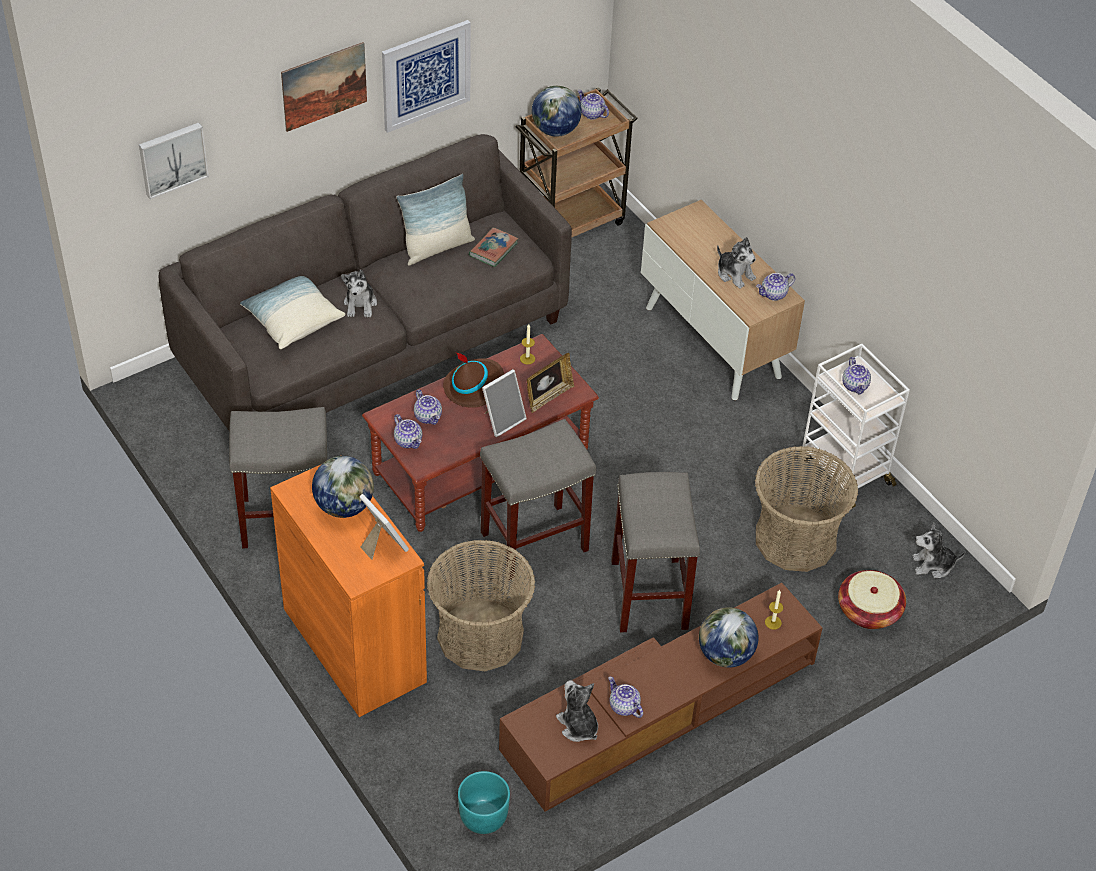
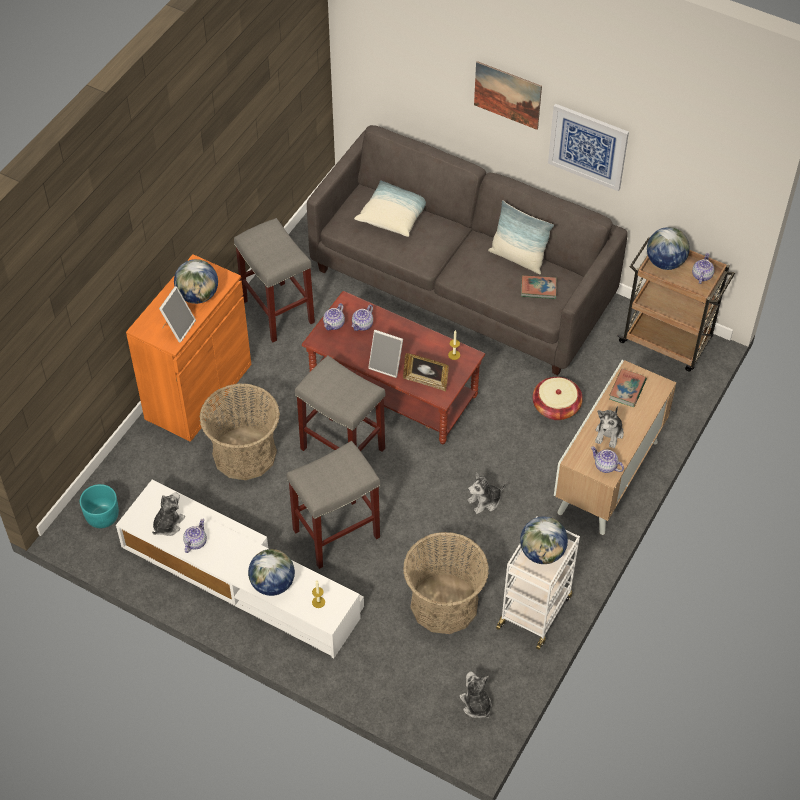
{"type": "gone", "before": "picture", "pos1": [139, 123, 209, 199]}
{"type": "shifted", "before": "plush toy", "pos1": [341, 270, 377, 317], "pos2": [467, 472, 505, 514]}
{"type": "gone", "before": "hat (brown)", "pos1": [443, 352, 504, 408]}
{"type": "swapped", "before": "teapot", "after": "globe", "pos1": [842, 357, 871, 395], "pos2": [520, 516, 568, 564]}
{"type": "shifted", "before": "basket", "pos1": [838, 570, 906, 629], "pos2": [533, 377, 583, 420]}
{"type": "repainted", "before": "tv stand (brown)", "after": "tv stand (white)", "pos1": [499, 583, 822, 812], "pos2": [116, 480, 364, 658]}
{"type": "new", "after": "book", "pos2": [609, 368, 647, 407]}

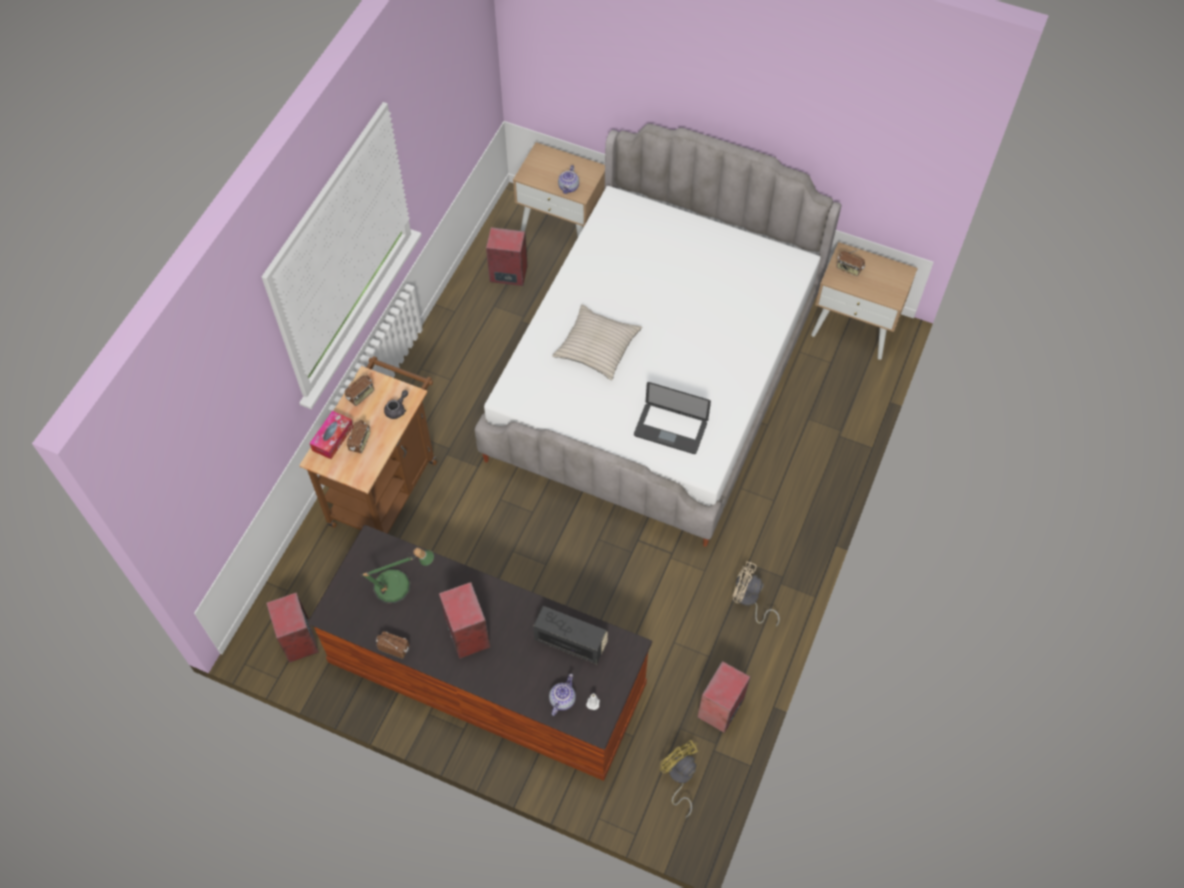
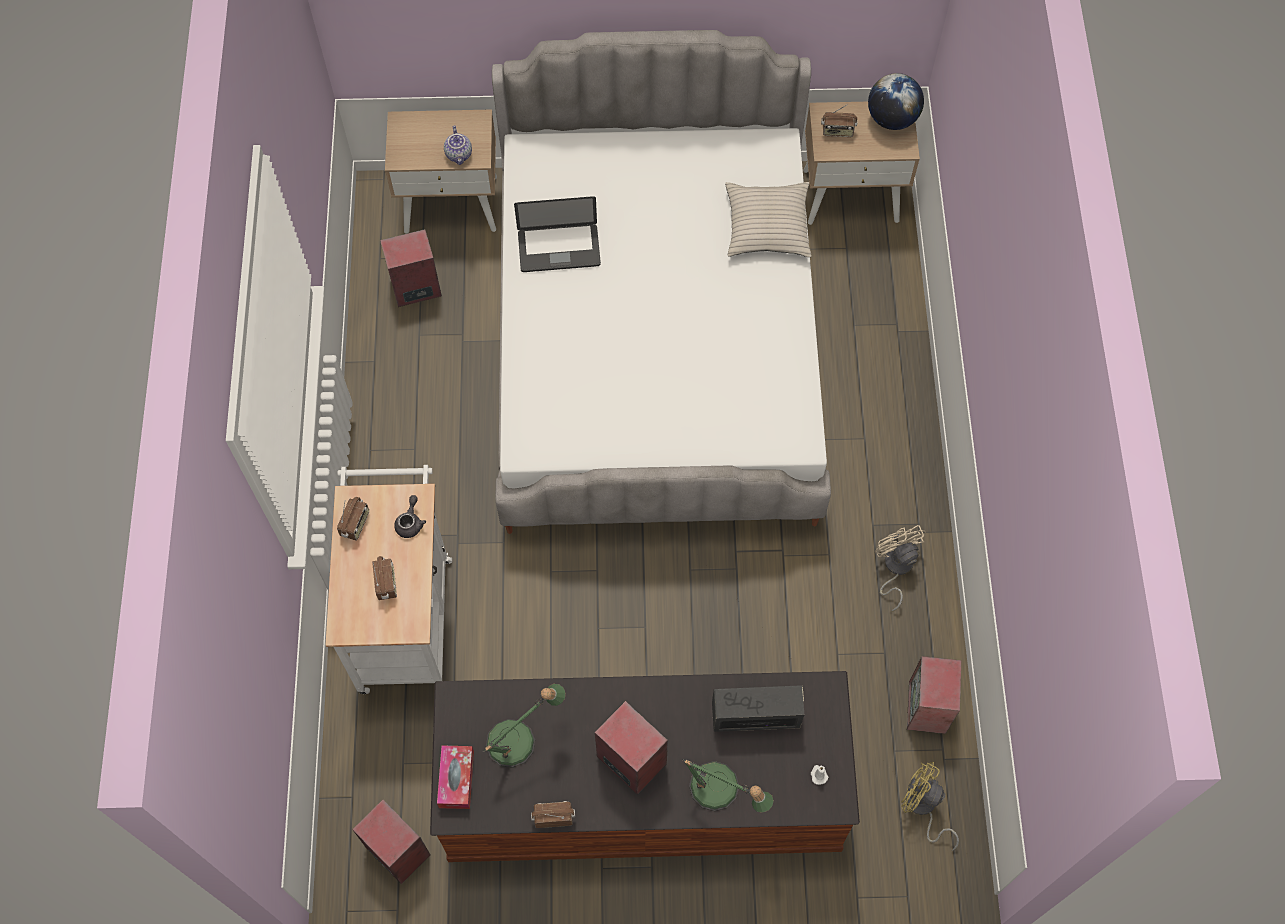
{"type": "shifted", "before": "pillow (beige)", "pos1": [552, 304, 642, 380], "pos2": [725, 182, 811, 257]}
{"type": "repainted", "before": "cart (brown)", "after": "cart (white)", "pos1": [299, 356, 437, 534], "pos2": [325, 465, 452, 694]}
{"type": "shifted", "before": "laptop", "pos1": [634, 382, 711, 454], "pos2": [514, 196, 601, 272]}
{"type": "shifted", "before": "tissue box", "pos1": [309, 411, 353, 459], "pos2": [437, 745, 474, 809]}
{"type": "rotated", "before": "fan (beige)", "pos1": [732, 561, 780, 627], "pos2": [875, 525, 926, 611], "turn": 75}
{"type": "gone", "before": "teapot", "pos1": [549, 674, 576, 716]}
{"type": "new", "after": "globe", "pos2": [868, 73, 924, 130]}
{"type": "new", "after": "table lamp", "pos2": [682, 759, 774, 813]}

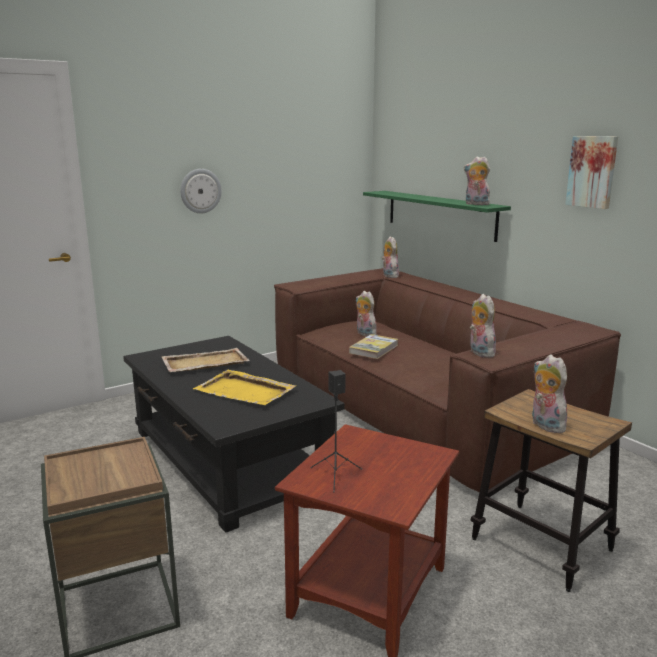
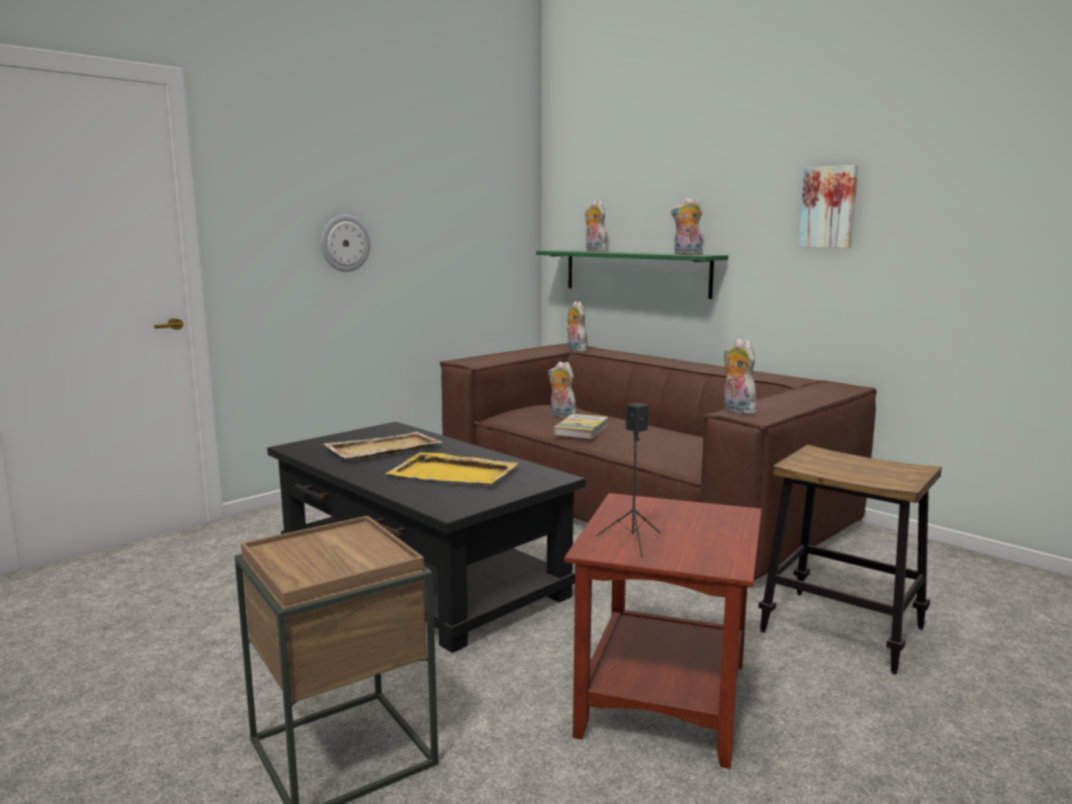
{"type": "shifted", "before": "plush toy", "pos1": [532, 354, 571, 433], "pos2": [585, 200, 608, 252]}

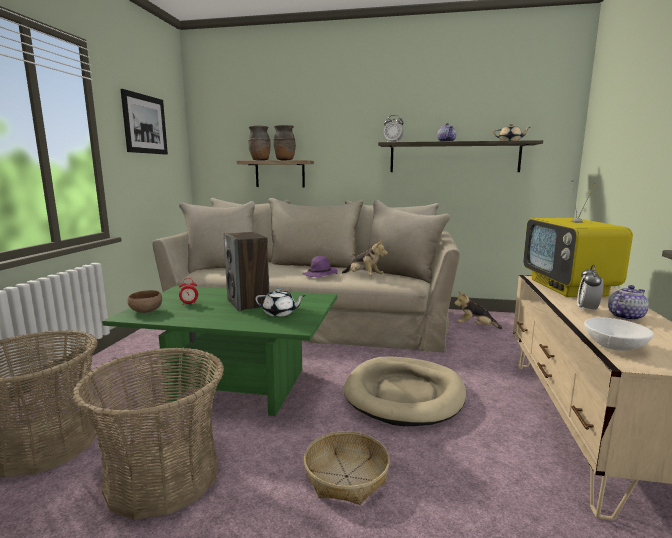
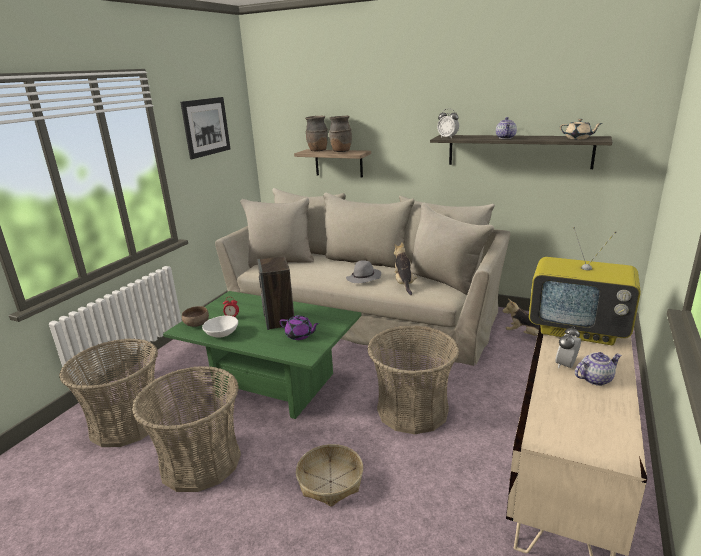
{"type": "rotated", "before": "television", "pos1": [523, 180, 633, 297], "pos2": [529, 227, 641, 345], "turn": -75}
{"type": "rotated", "before": "plush toy", "pos1": [342, 239, 388, 276], "pos2": [394, 242, 418, 295], "turn": -150}
{"type": "repainted", "before": "hat (purple)", "after": "hat (grey)", "pos1": [302, 256, 338, 277], "pos2": [346, 260, 381, 283]}
{"type": "repainted", "before": "teapot (white)", "after": "teapot (purple)", "pos1": [255, 288, 306, 317], "pos2": [280, 315, 320, 340]}
{"type": "shifted", "before": "bowl (white)", "pos1": [584, 317, 654, 351], "pos2": [202, 316, 238, 338]}
{"type": "swapped", "before": "dog bed (beige)", "after": "basket", "pos1": [344, 356, 466, 426], "pos2": [368, 325, 459, 434]}

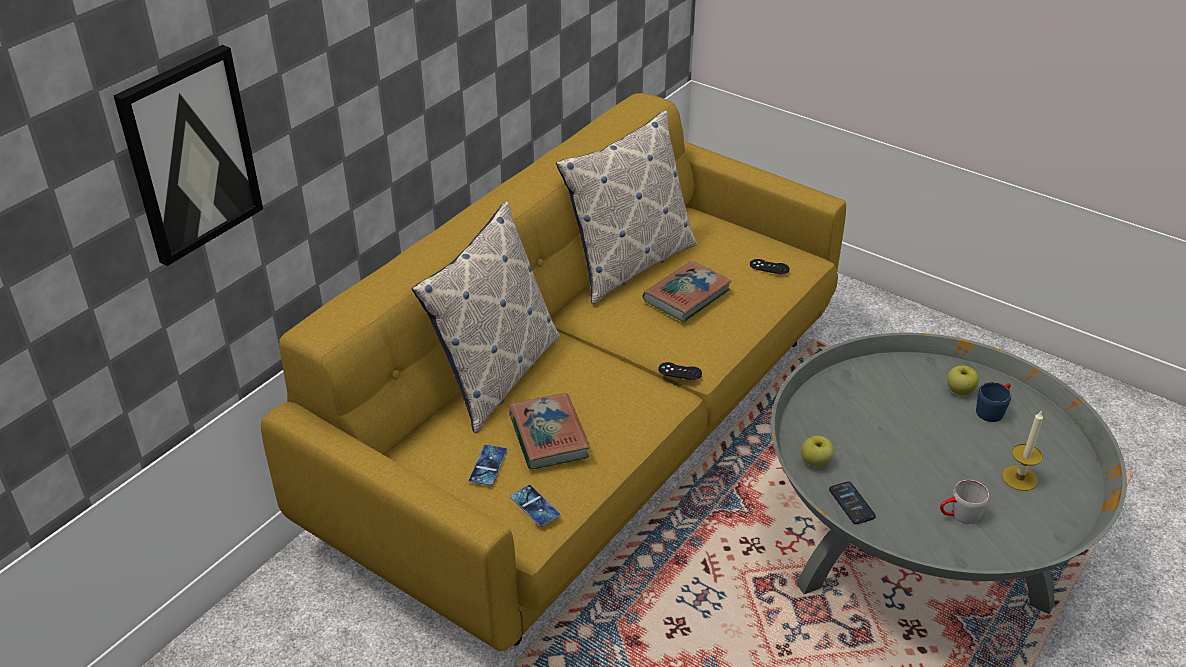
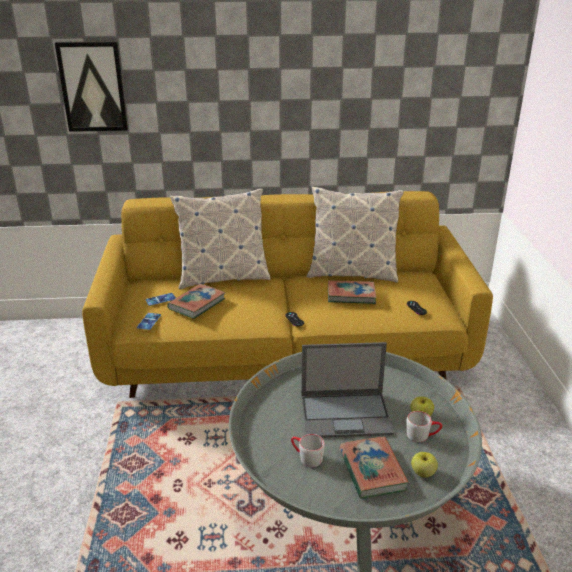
{"type": "repainted", "before": "mug (blue)", "after": "mug (grey)", "pos1": [976, 382, 1011, 422], "pos2": [407, 411, 442, 442]}
{"type": "swapped", "before": "candle", "after": "book", "pos1": [1002, 411, 1043, 491], "pos2": [340, 436, 409, 499]}
{"type": "shifted", "before": "apple", "pos1": [801, 436, 834, 467], "pos2": [411, 452, 438, 477]}
{"type": "gone", "before": "phone", "pos1": [829, 482, 876, 524]}
{"type": "new", "after": "laptop", "pos2": [301, 342, 394, 438]}

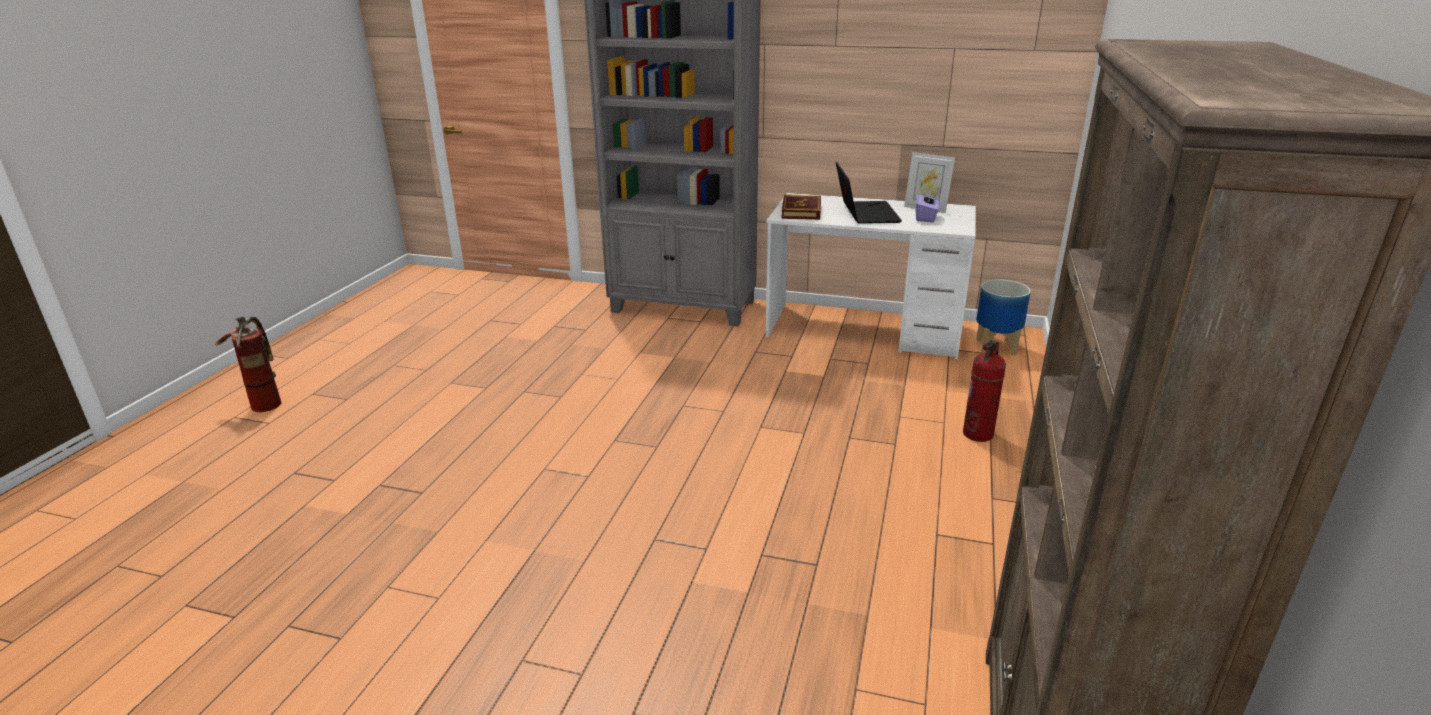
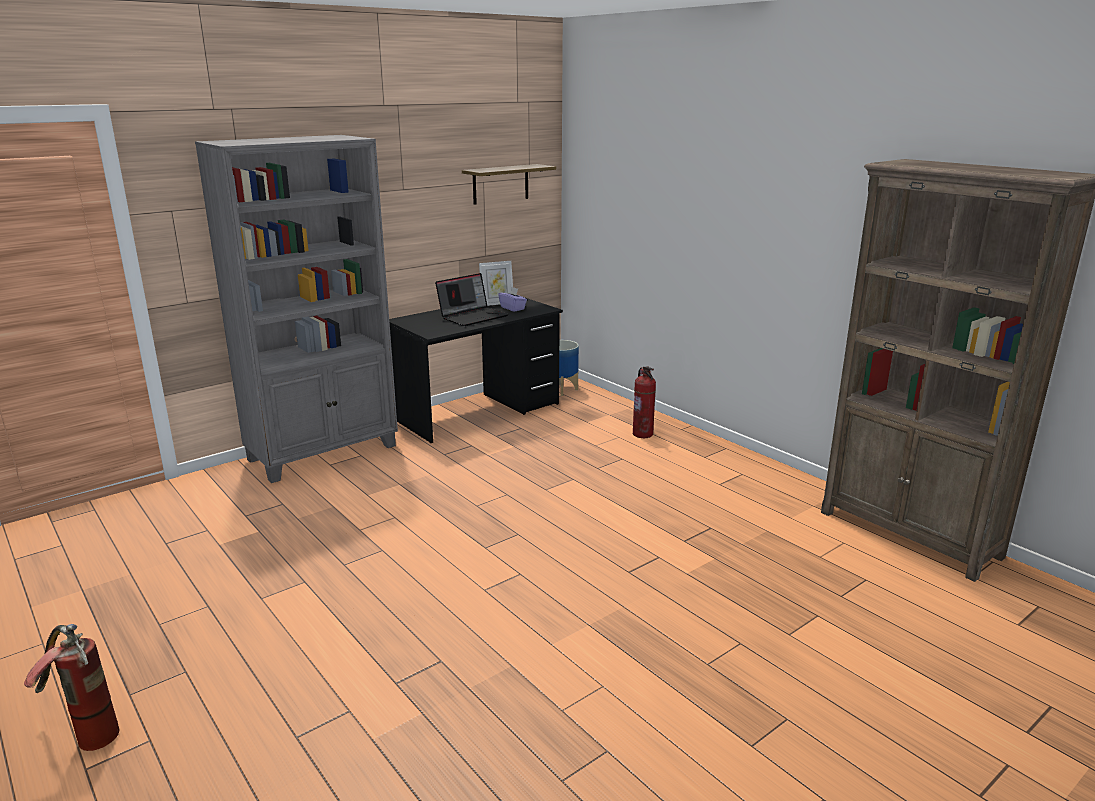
{"type": "rotated", "before": "laptop", "pos1": [835, 161, 902, 224], "pos2": [435, 273, 509, 326], "turn": 105}
{"type": "repainted", "before": "desk (white)", "after": "desk (black)", "pos1": [765, 193, 976, 360], "pos2": [389, 297, 563, 444]}
{"type": "gone", "before": "book", "pos1": [781, 194, 821, 220]}
{"type": "new", "after": "shelf", "pos2": [462, 164, 556, 205]}

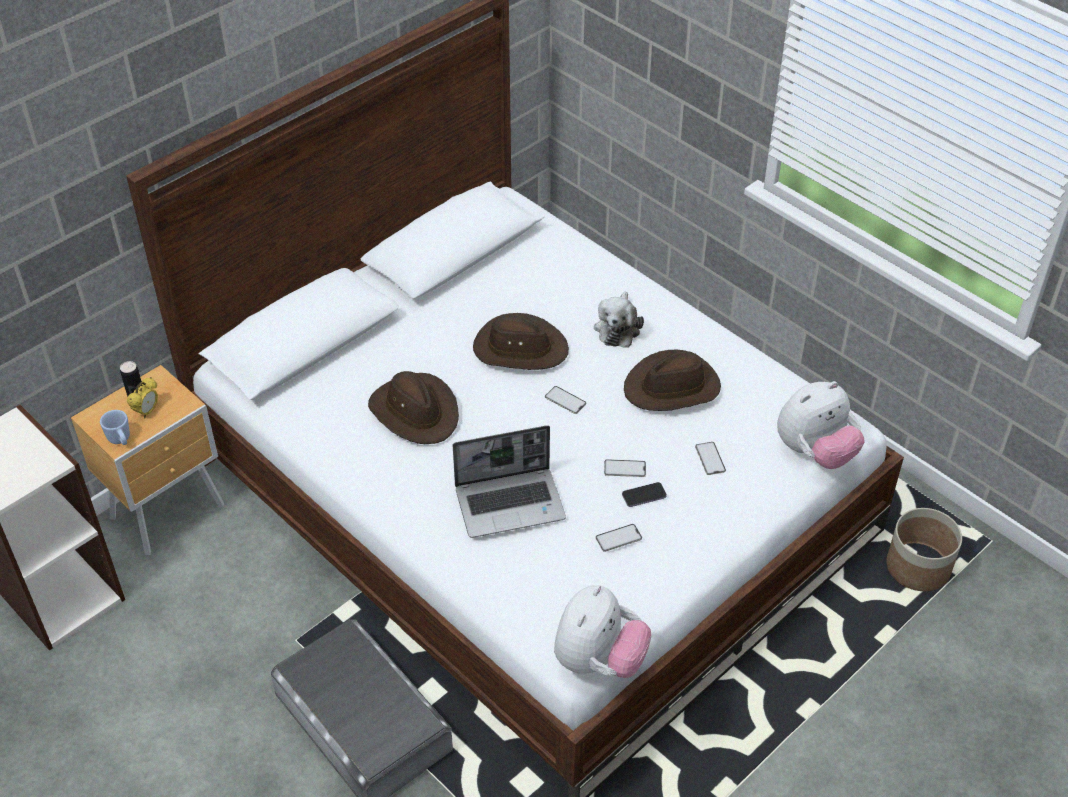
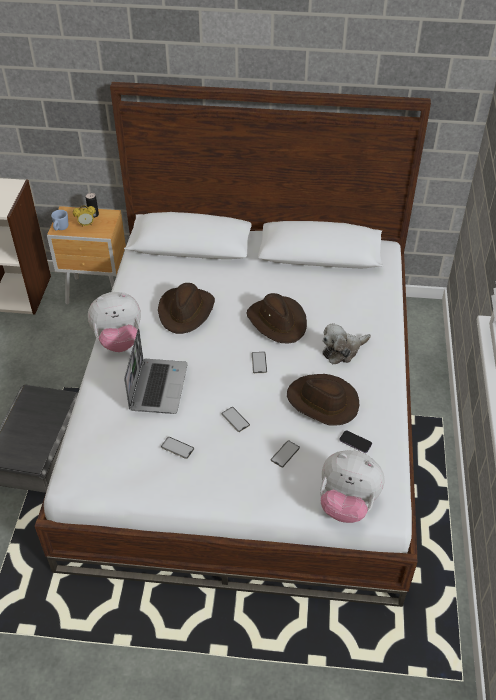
{"type": "rotated", "before": "laptop", "pos1": [453, 425, 566, 538], "pos2": [124, 328, 188, 414], "turn": -120}
{"type": "shifted", "before": "phone", "pos1": [622, 482, 667, 507], "pos2": [339, 430, 372, 453]}
{"type": "gone", "before": "planter", "pos1": [887, 508, 962, 591]}
{"type": "shifted", "before": "plush toy", "pos1": [554, 585, 652, 678], "pos2": [88, 292, 141, 352]}

